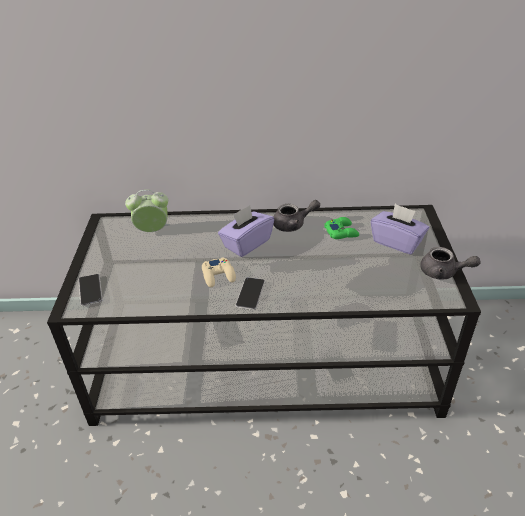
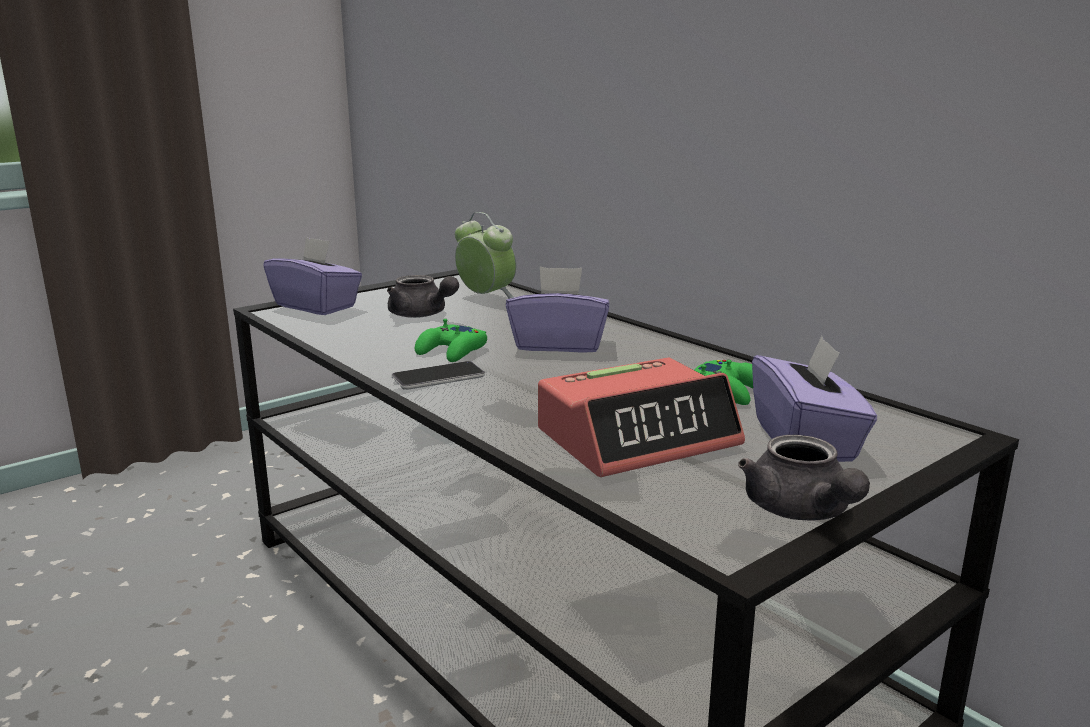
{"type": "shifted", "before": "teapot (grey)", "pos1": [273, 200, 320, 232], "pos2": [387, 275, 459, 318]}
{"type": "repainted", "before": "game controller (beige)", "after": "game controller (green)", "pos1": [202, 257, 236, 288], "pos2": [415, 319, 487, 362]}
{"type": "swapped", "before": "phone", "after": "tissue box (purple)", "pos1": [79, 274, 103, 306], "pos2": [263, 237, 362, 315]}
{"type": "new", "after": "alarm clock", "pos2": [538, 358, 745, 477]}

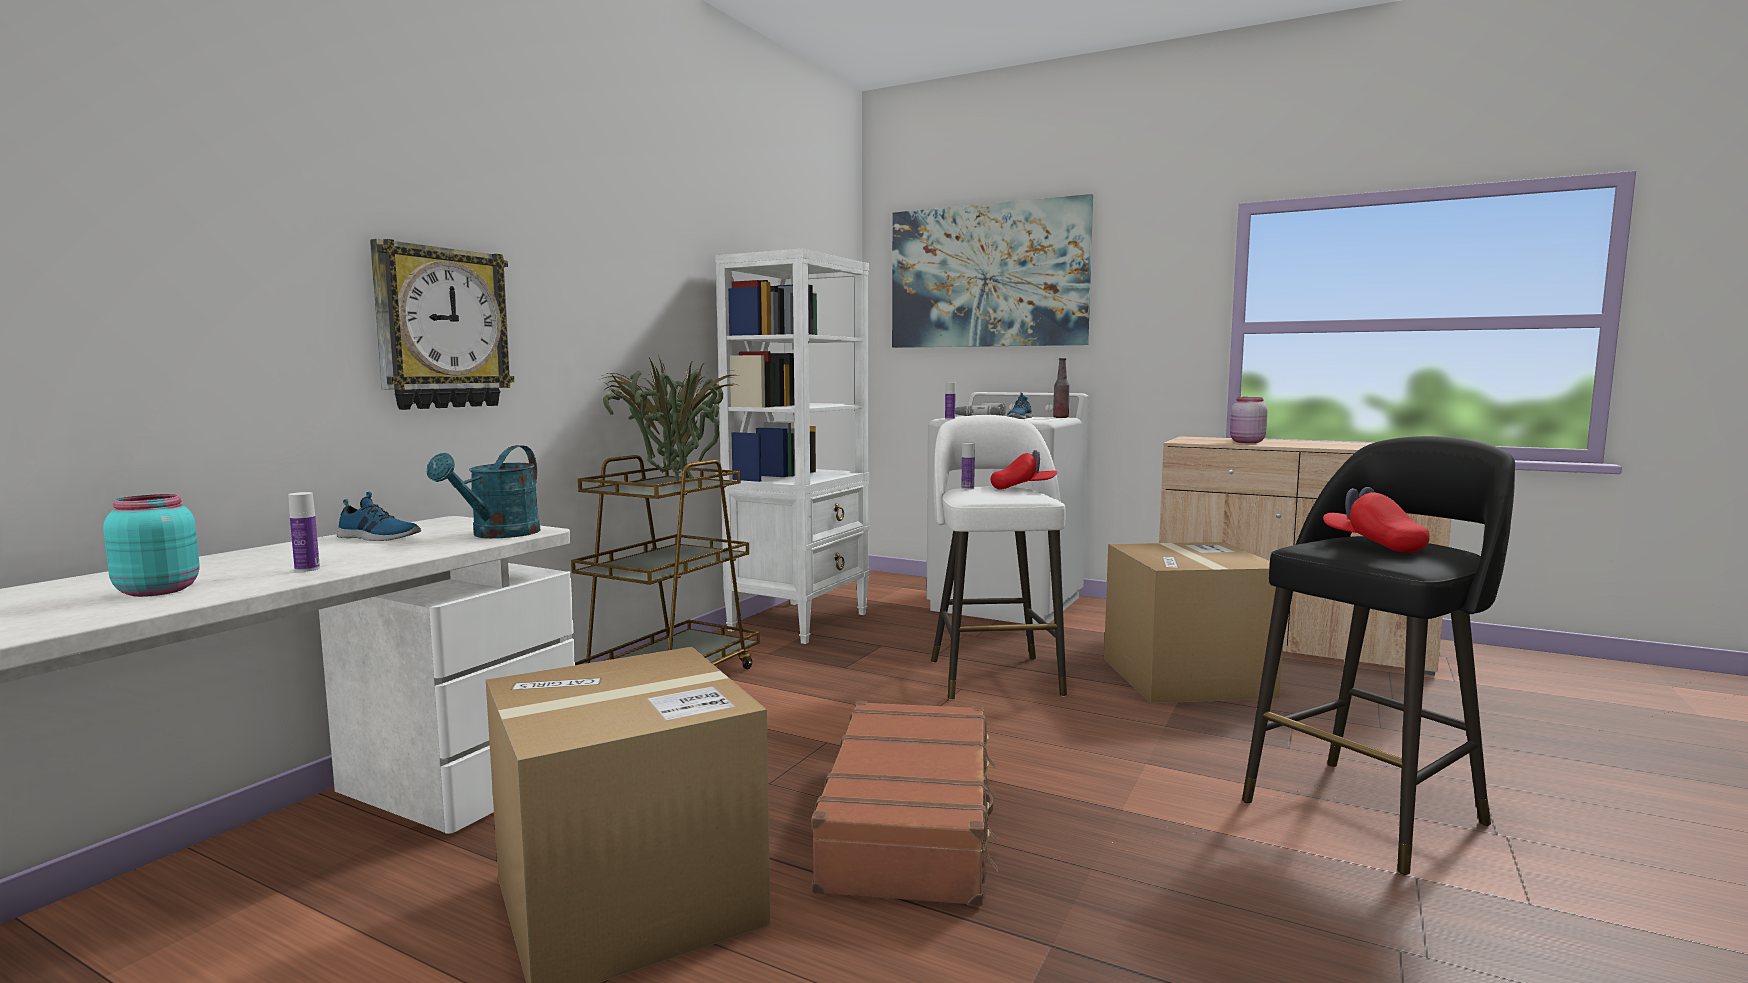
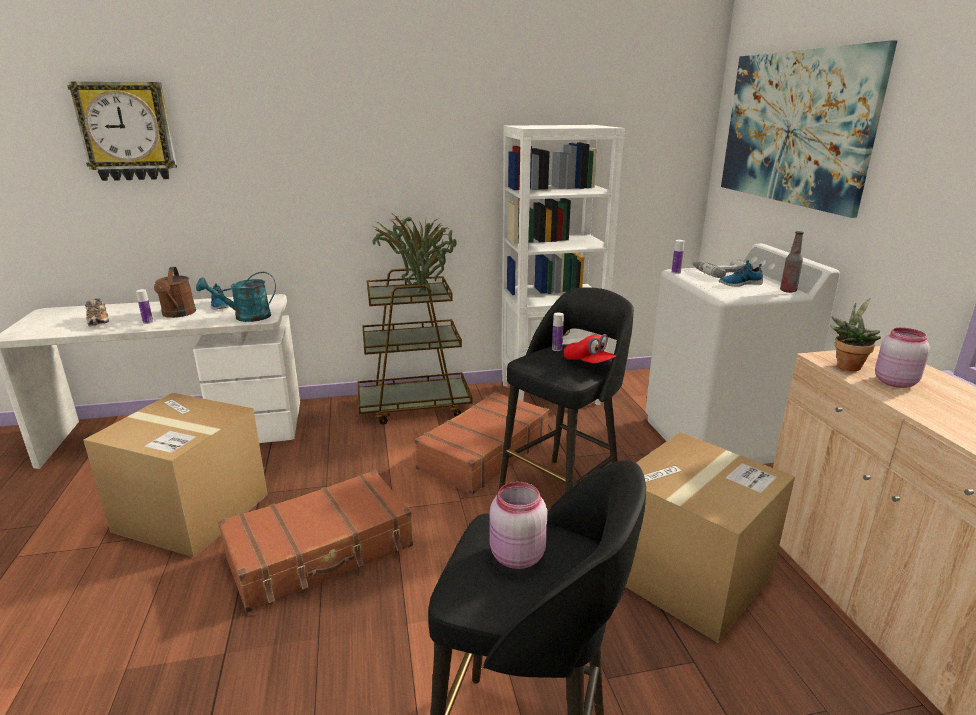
{"type": "shifted", "before": "wall clock", "pos1": [370, 239, 514, 410], "pos2": [67, 82, 177, 181]}
{"type": "repainted", "before": "stool (white)", "after": "stool (black)", "pos1": [931, 415, 1067, 700], "pos2": [498, 287, 634, 493]}
{"type": "swapped", "before": "cap (red)", "after": "jar (pink)", "pos1": [1323, 487, 1430, 553], "pos2": [490, 482, 547, 569]}
{"type": "swapped", "before": "jar (turquoise)", "after": "shoe", "pos1": [103, 494, 200, 597], "pos2": [85, 298, 109, 327]}
{"type": "new", "after": "watering can (brown)", "pos2": [154, 267, 196, 318]}
{"type": "new", "after": "potted plant", "pos2": [830, 298, 881, 371]}
{"type": "new", "after": "suitcase (brown)", "pos2": [415, 391, 549, 495]}

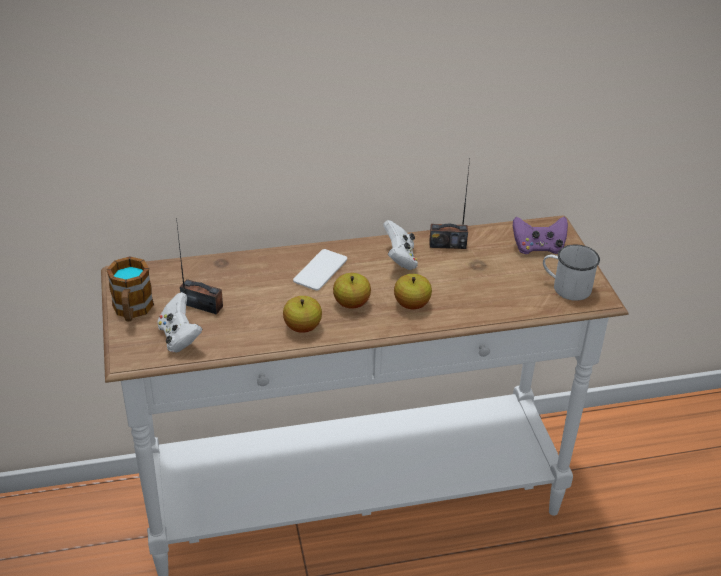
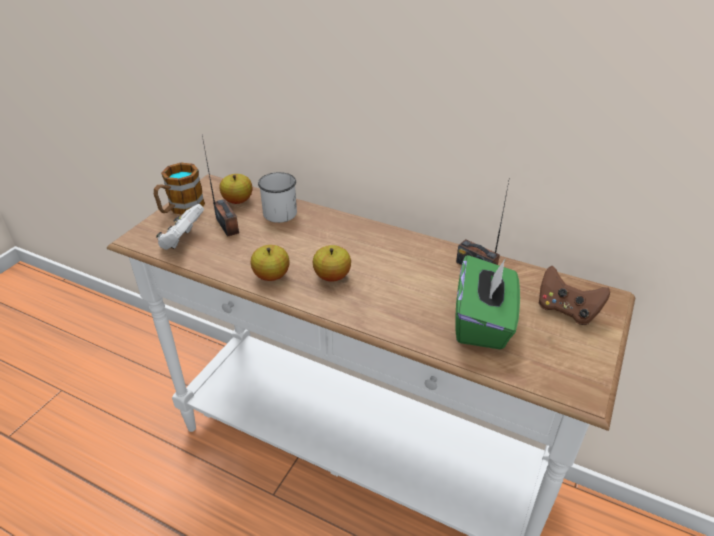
{"type": "repainted", "before": "game controller (purple)", "after": "game controller (brown)", "pos1": [513, 216, 568, 254], "pos2": [538, 266, 610, 325]}
{"type": "gone", "before": "game controller (white)", "pos1": [383, 220, 418, 270]}
{"type": "shifted", "before": "mug (white)", "pos1": [543, 245, 600, 301], "pos2": [258, 172, 297, 223]}
{"type": "gone", "before": "phone", "pos1": [293, 249, 347, 291]}
{"type": "shifted", "before": "apple", "pos1": [394, 274, 432, 309], "pos2": [219, 174, 252, 204]}
{"type": "new", "after": "tissue box (green)", "pos2": [455, 255, 520, 350]}

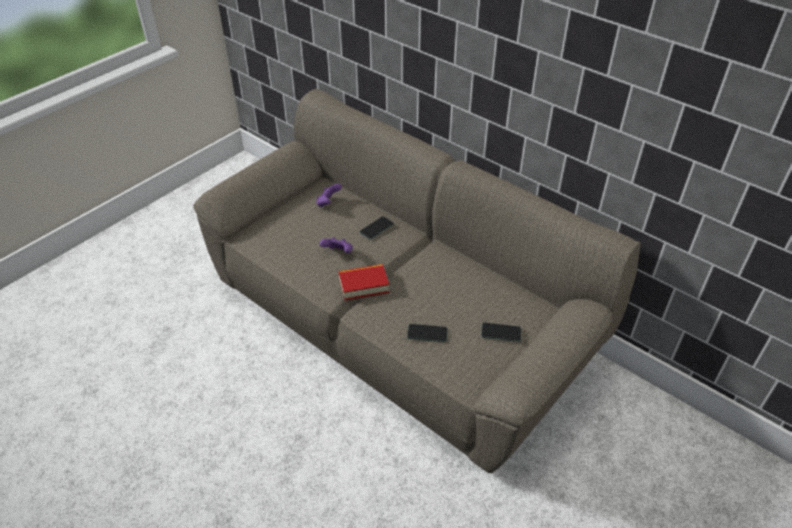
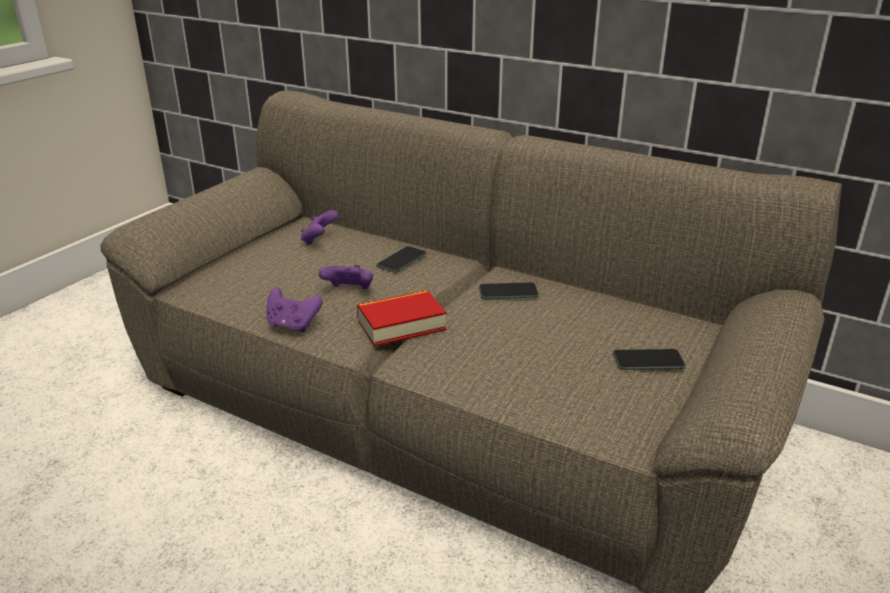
{"type": "shifted", "before": "phone", "pos1": [407, 324, 448, 342], "pos2": [479, 282, 539, 299]}
{"type": "new", "after": "game controller (purple)", "pos2": [267, 287, 323, 332]}

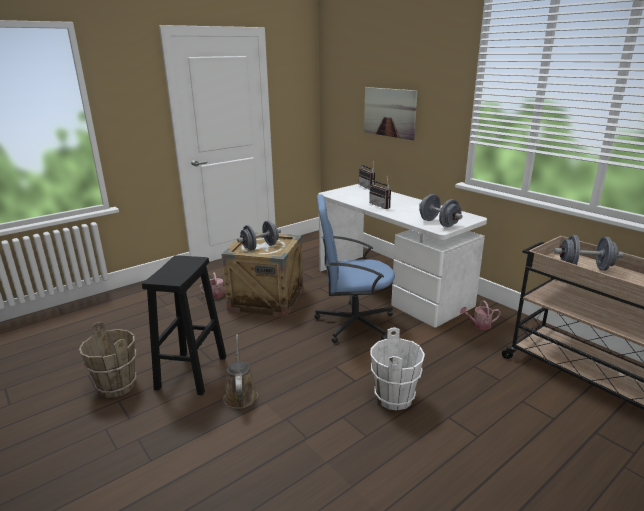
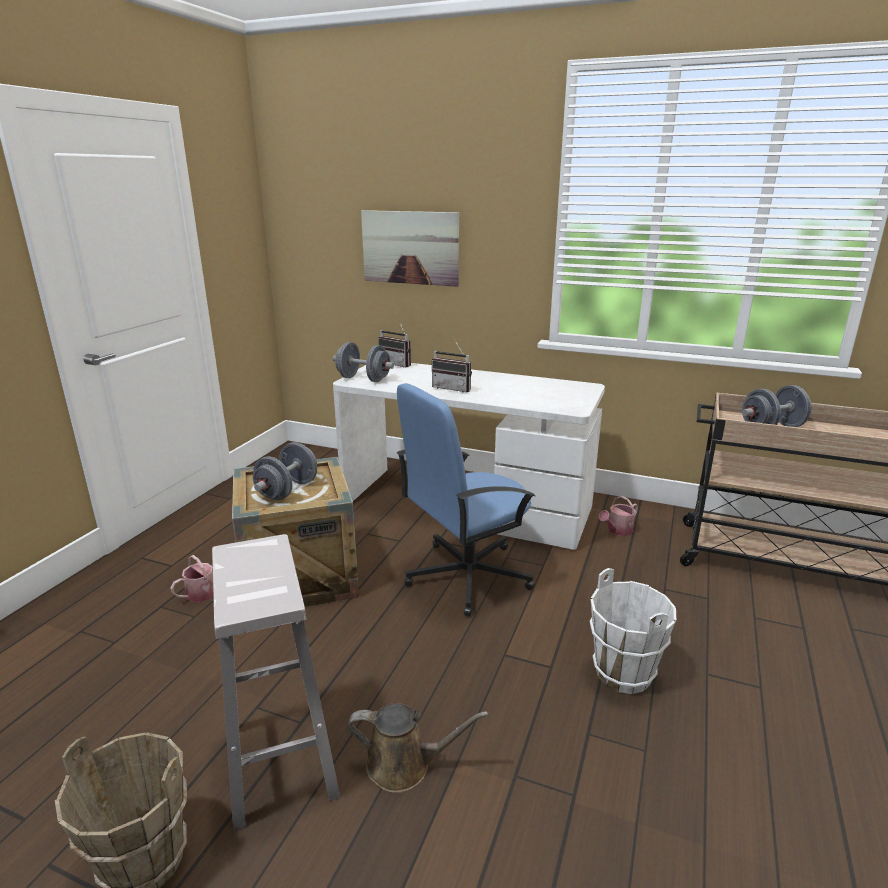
{"type": "shifted", "before": "dumbbell (grey)", "pos1": [419, 194, 462, 227], "pos2": [333, 342, 394, 382]}
{"type": "repainted", "before": "stool (black)", "after": "stool (white)", "pos1": [142, 255, 227, 395], "pos2": [212, 534, 340, 830]}
{"type": "rotated", "before": "watering can (brown)", "pos1": [223, 334, 258, 409], "pos2": [347, 703, 488, 793], "turn": 135}

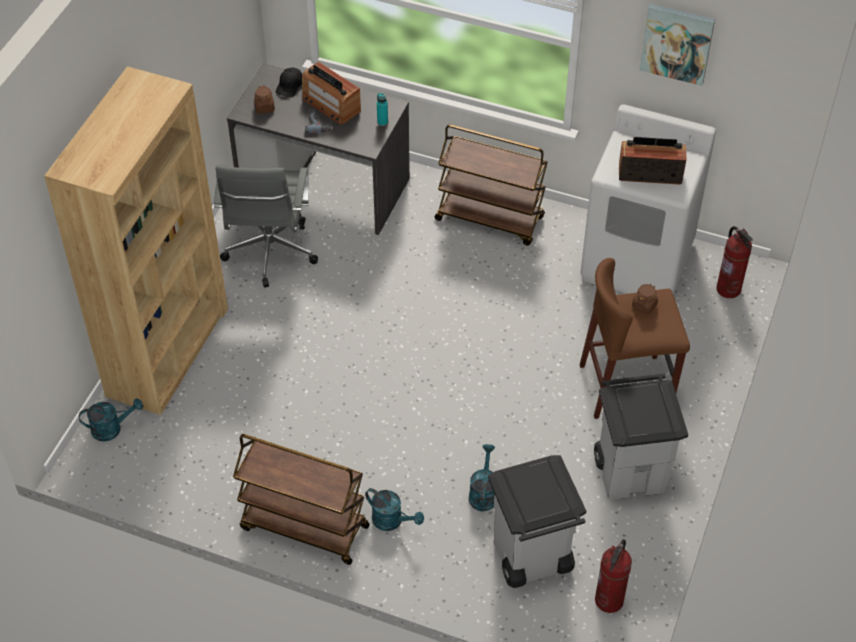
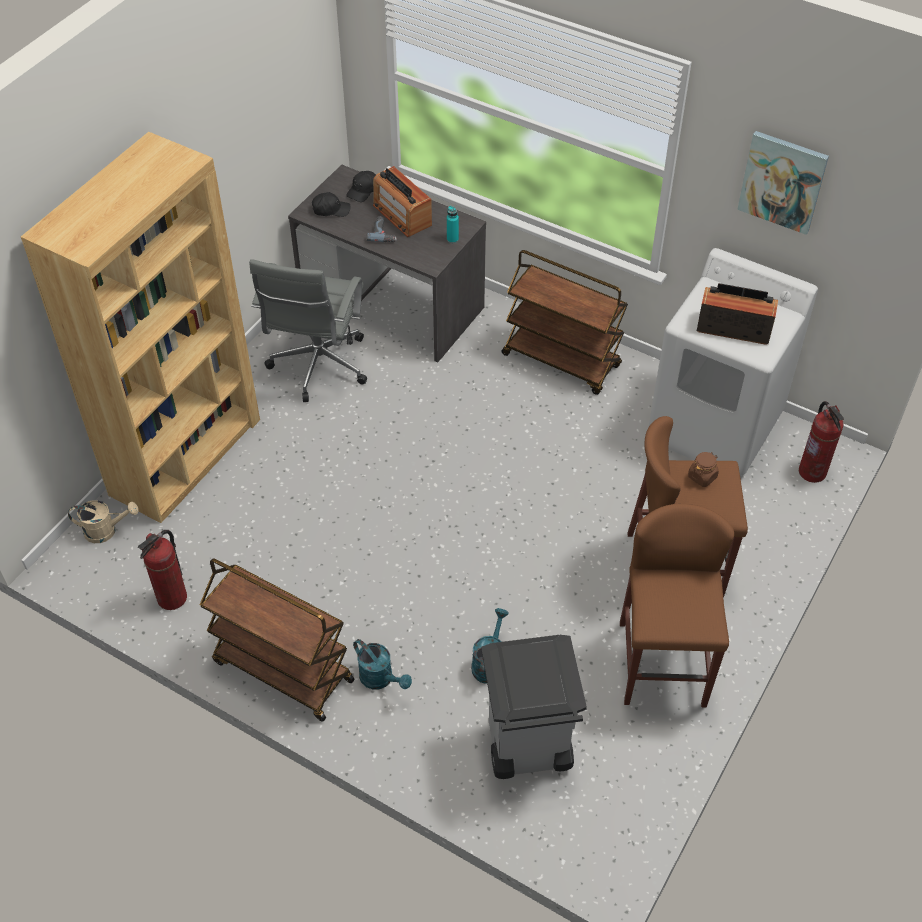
{"type": "swapped", "before": "jar (brown)", "after": "cap (black)", "pos1": [254, 86, 275, 114], "pos2": [312, 192, 351, 217]}
{"type": "swapped", "before": "trash can (grey)", "after": "stool (brown)", "pos1": [594, 374, 688, 500], "pos2": [620, 504, 734, 707]}
{"type": "repainted", "before": "watering can (turquoise)", "after": "watering can (beige)", "pos1": [79, 398, 143, 441], "pos2": [68, 500, 139, 543]}
{"type": "shifted", "before": "fire extinguisher", "pos1": [595, 539, 632, 613], "pos2": [138, 530, 187, 610]}

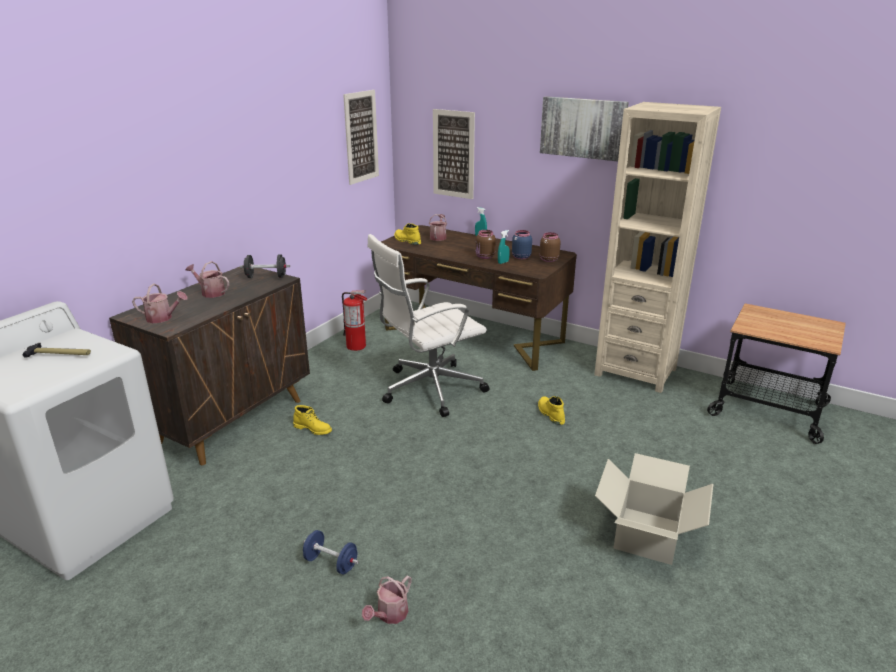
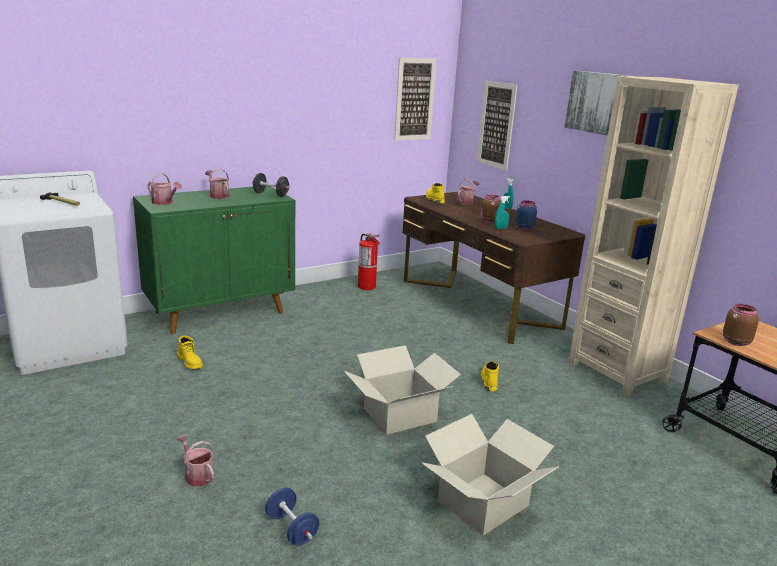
{"type": "shifted", "before": "jar (brown)", "pos1": [540, 232, 561, 262], "pos2": [723, 304, 759, 346]}
{"type": "gone", "before": "office chair (white)", "pos1": [367, 234, 490, 417]}
{"type": "repainted", "before": "cabinet (brown)", "after": "cabinet (green)", "pos1": [109, 267, 310, 465], "pos2": [133, 186, 295, 334]}
{"type": "shifted", "before": "boot (yellow)", "pos1": [293, 405, 332, 435], "pos2": [177, 336, 203, 369]}
{"type": "shifted", "before": "dumbbell (blue)", "pos1": [303, 530, 358, 575], "pos2": [265, 488, 319, 546]}
{"type": "rotated", "before": "watering can", "pos1": [362, 575, 412, 624], "pos2": [176, 434, 215, 486], "turn": 75}
{"type": "new", "after": "cardboard box", "pos2": [344, 345, 461, 435]}

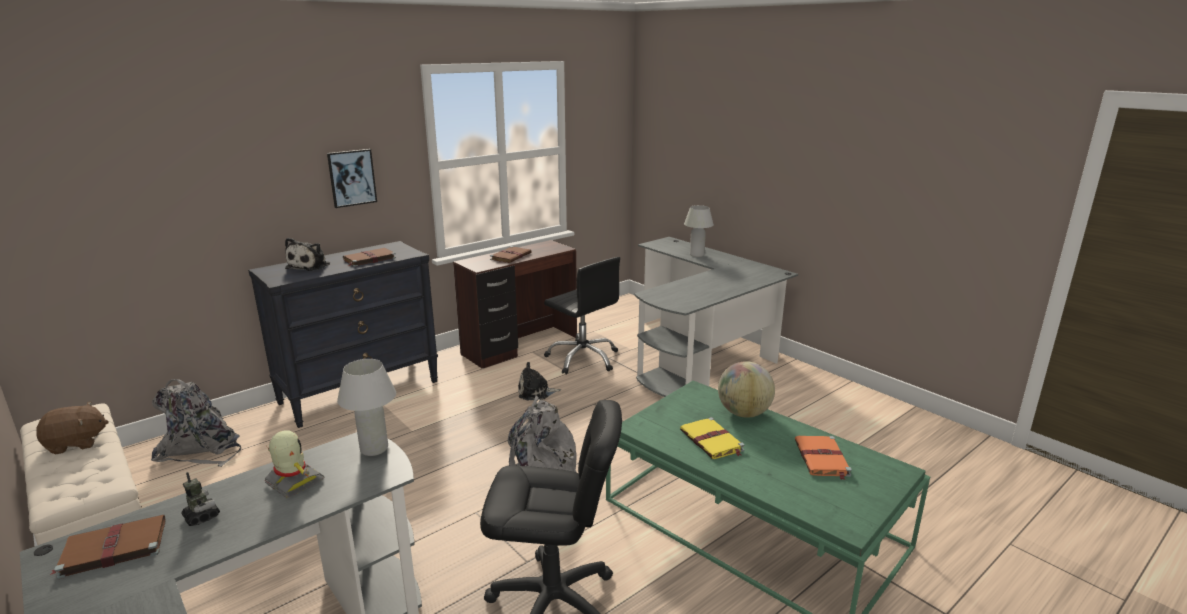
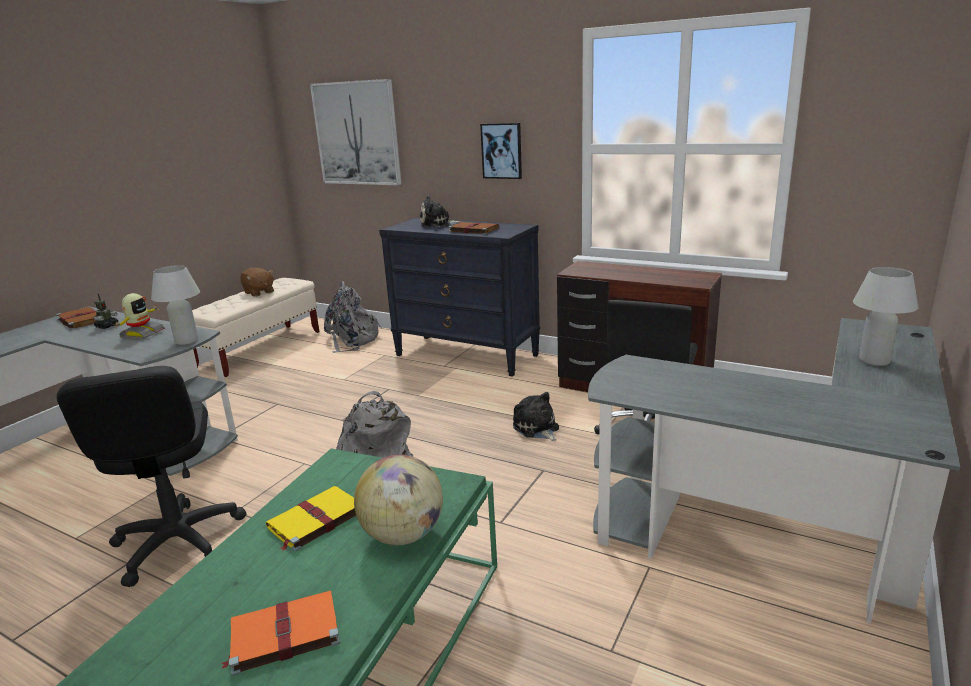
{"type": "gone", "before": "book (brown)", "pos1": [490, 246, 532, 263]}
{"type": "new", "after": "picture", "pos2": [310, 79, 402, 185]}

